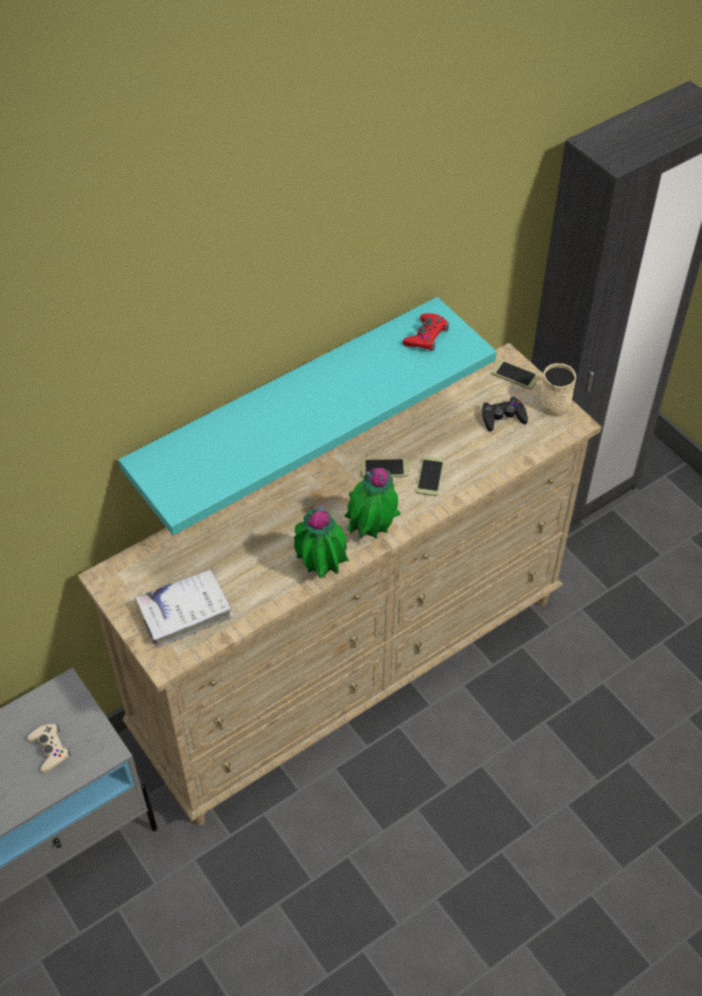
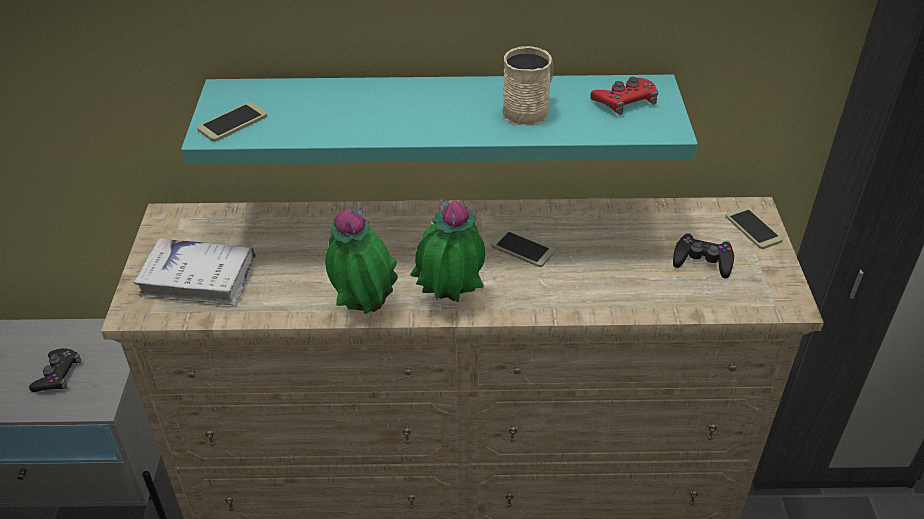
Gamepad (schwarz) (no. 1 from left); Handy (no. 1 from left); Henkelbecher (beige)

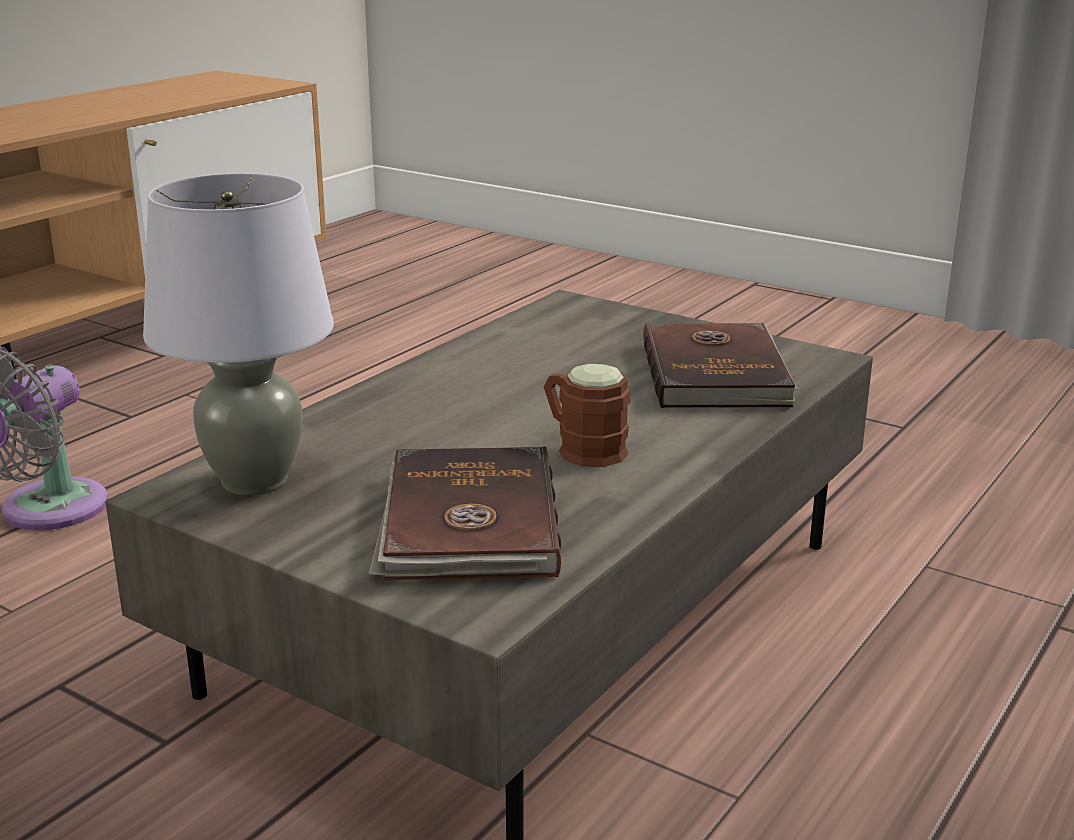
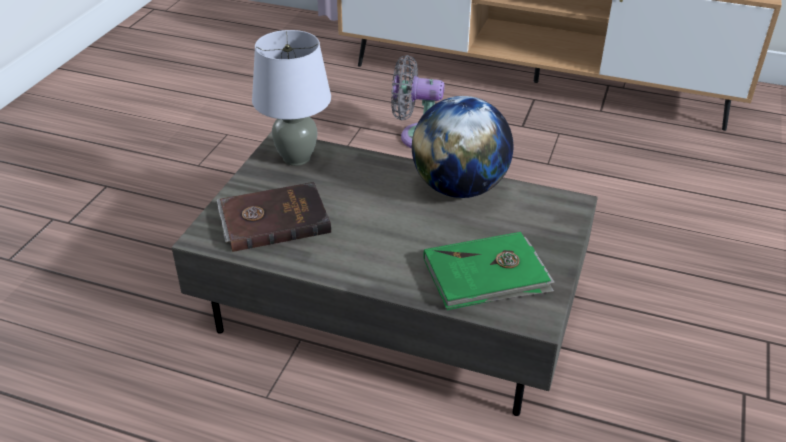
Globus; Buch (grün); Henkelbecher (braun)

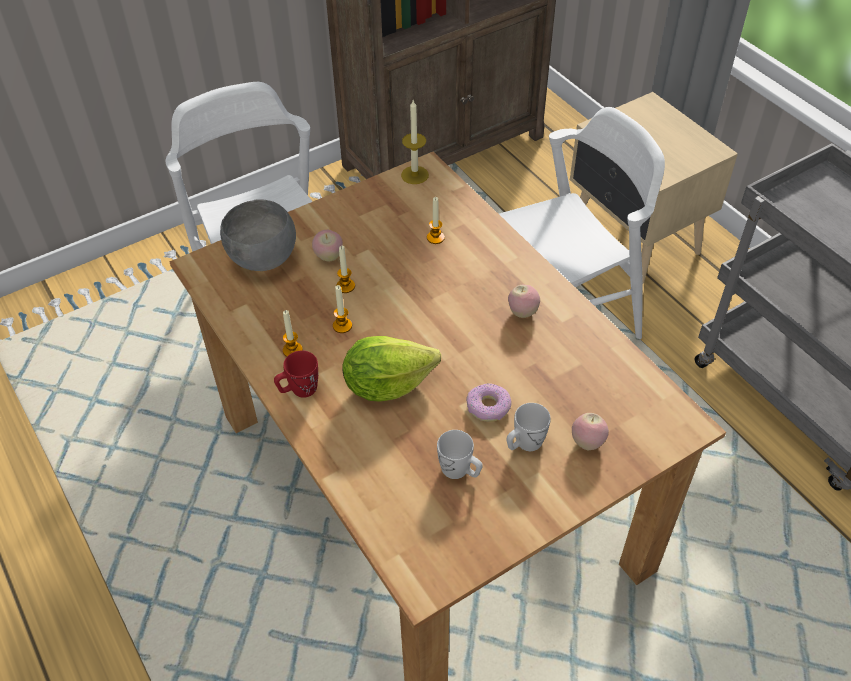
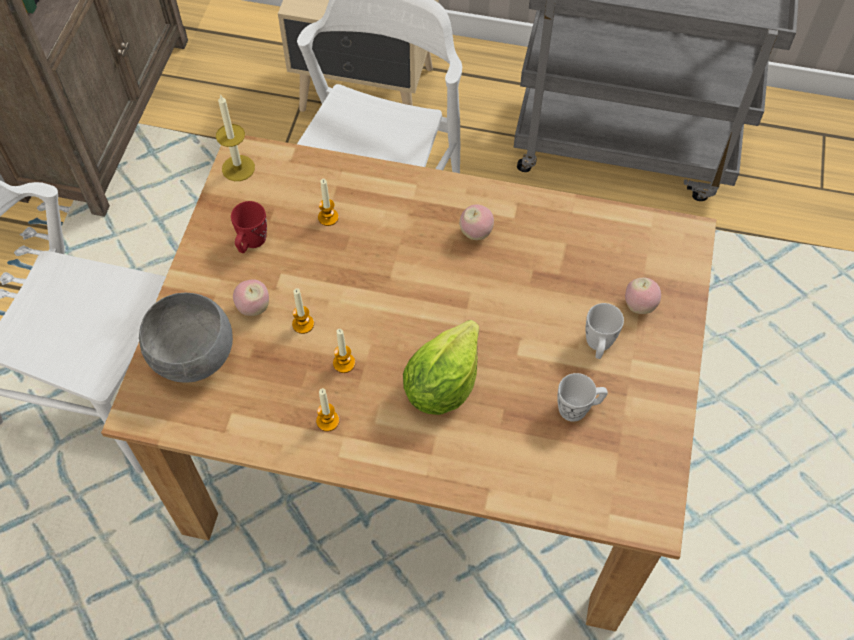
Henkelbecher (rot); Donut

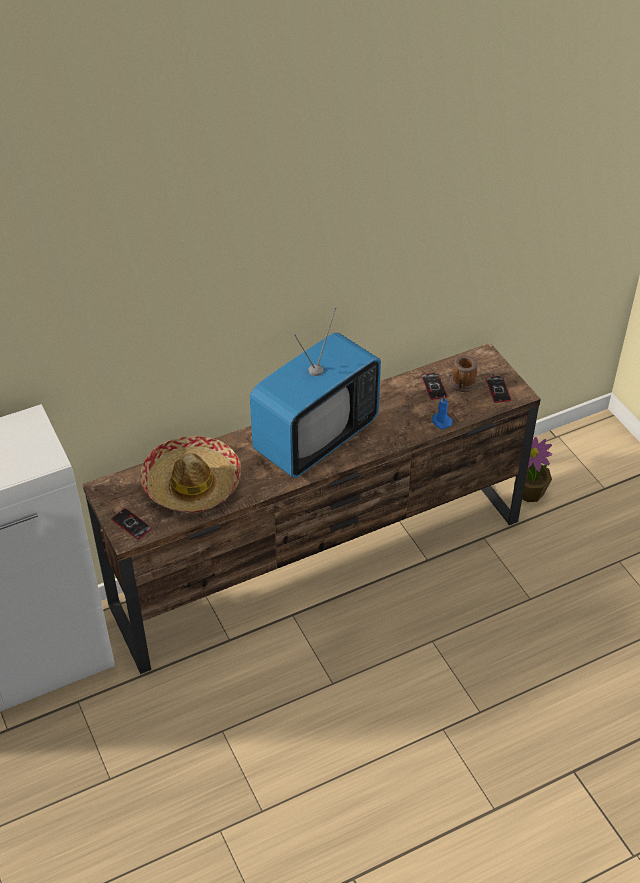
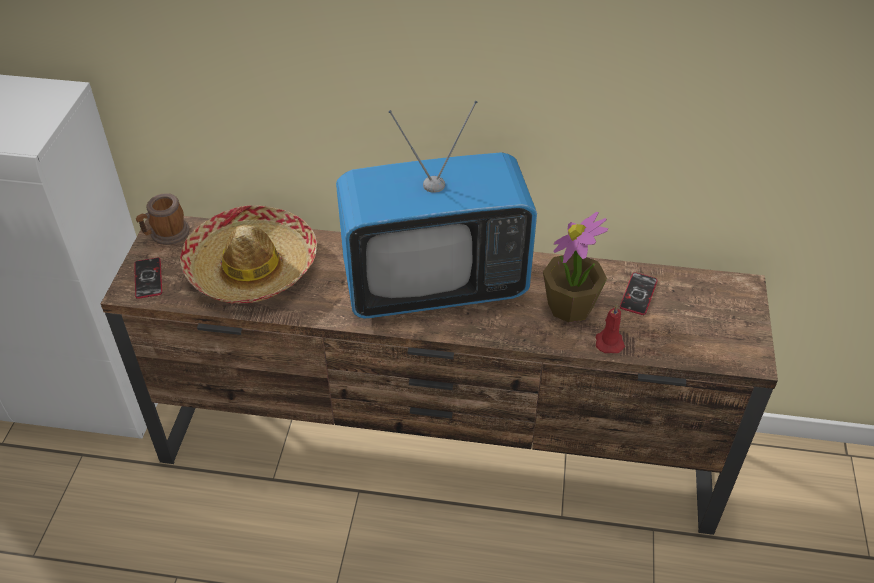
Henkelbecher; Topfpflanze; Kerze (rot); Handy (no. 3 from left in the first image)

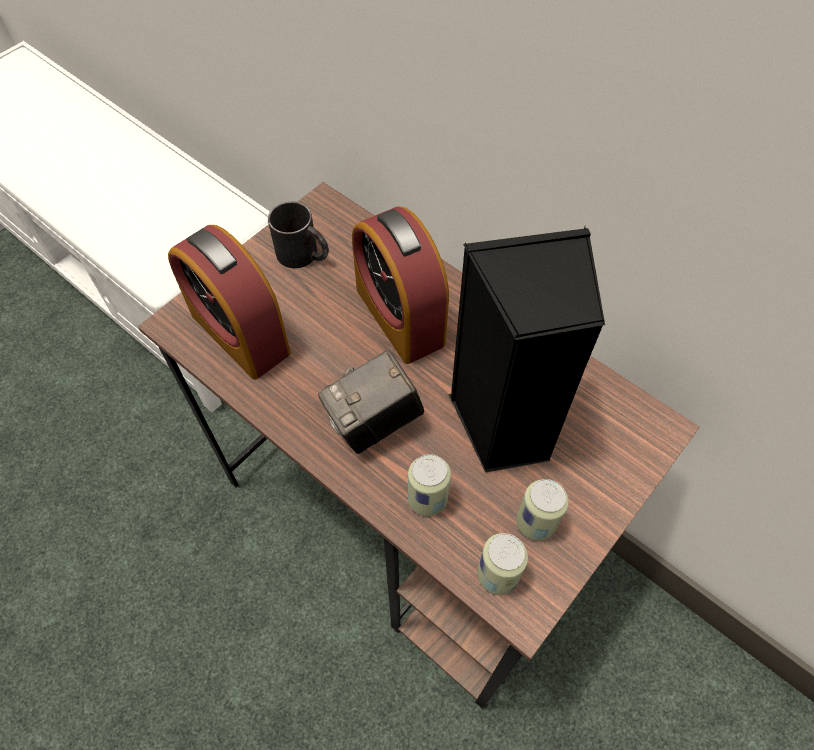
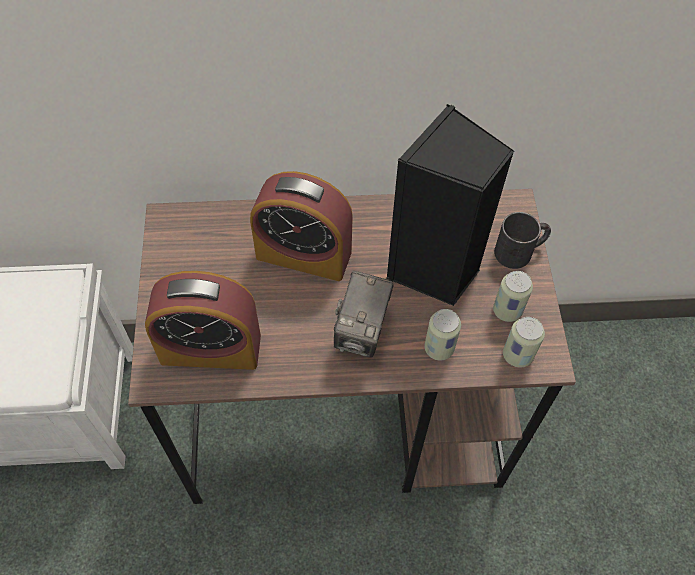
Henkelbecher (schwarz)

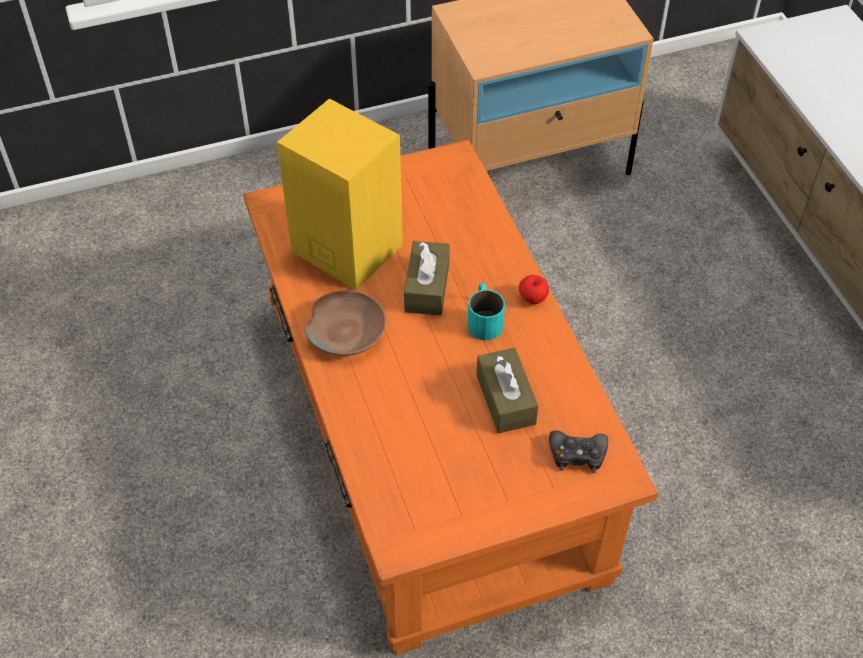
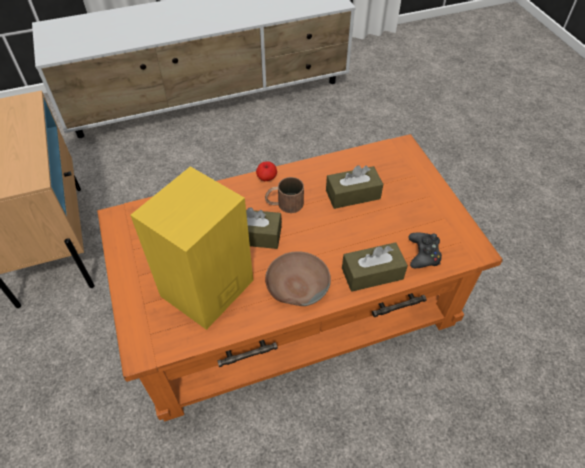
Henkelbecher (braun); Taschentuchbox (braun) (no. 3 from left); Gamepad (schwarz)

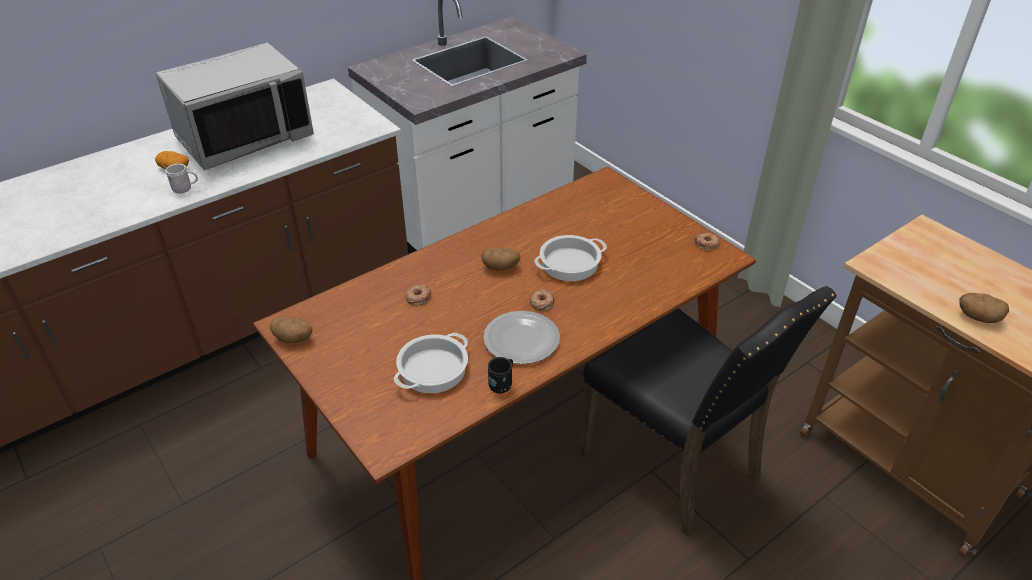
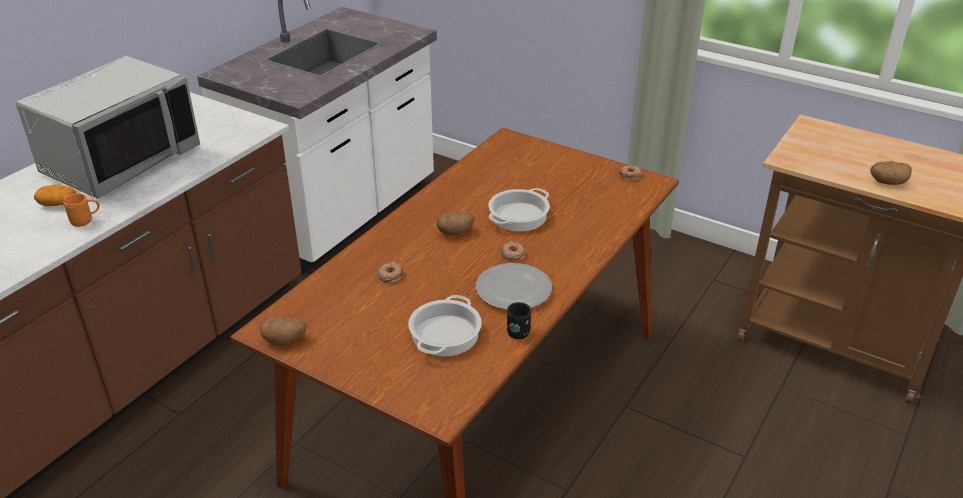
Henkelbecher (orange); Stuhl (schwarz)

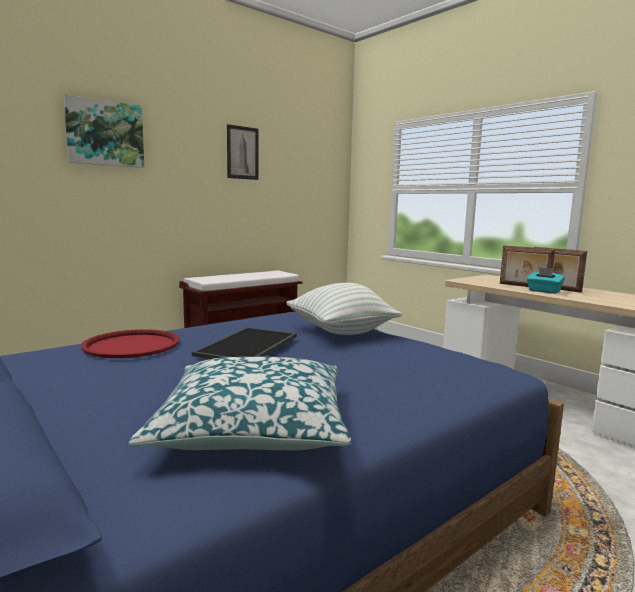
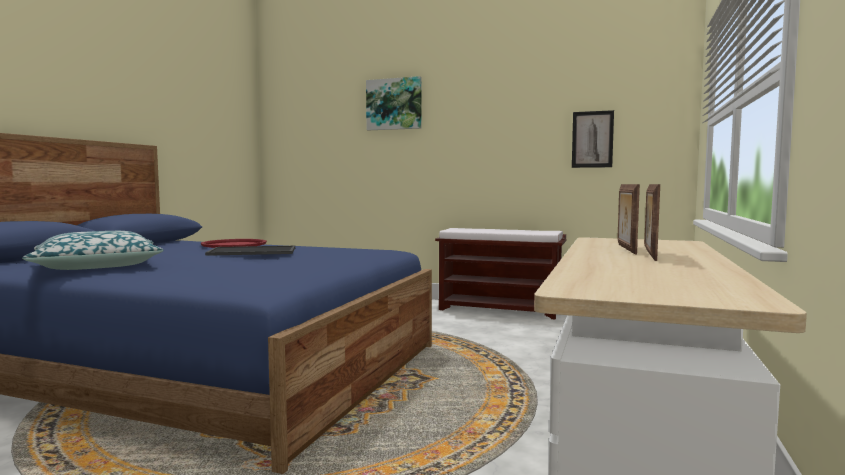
Bild (no. 2 from left); Kissen (no. 2 from left in the first image); Taschentuchbox (türkis)

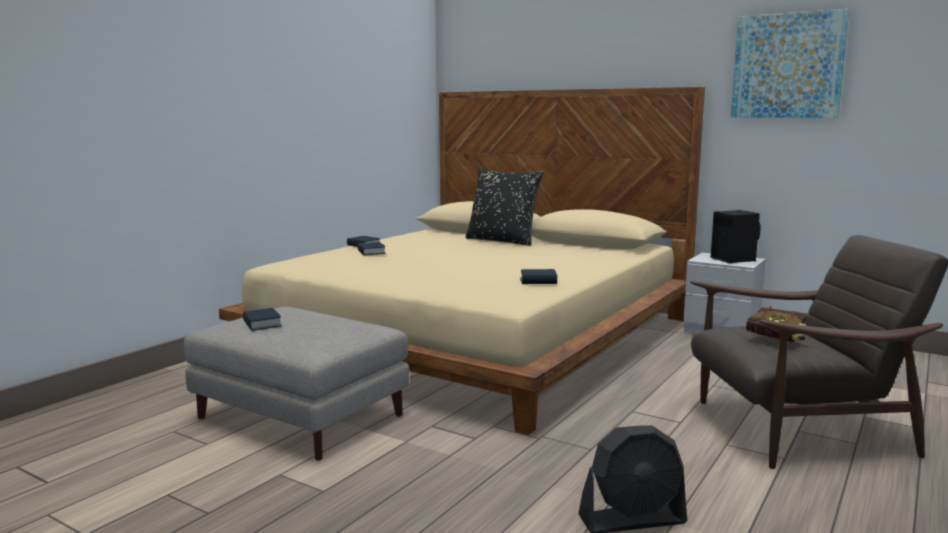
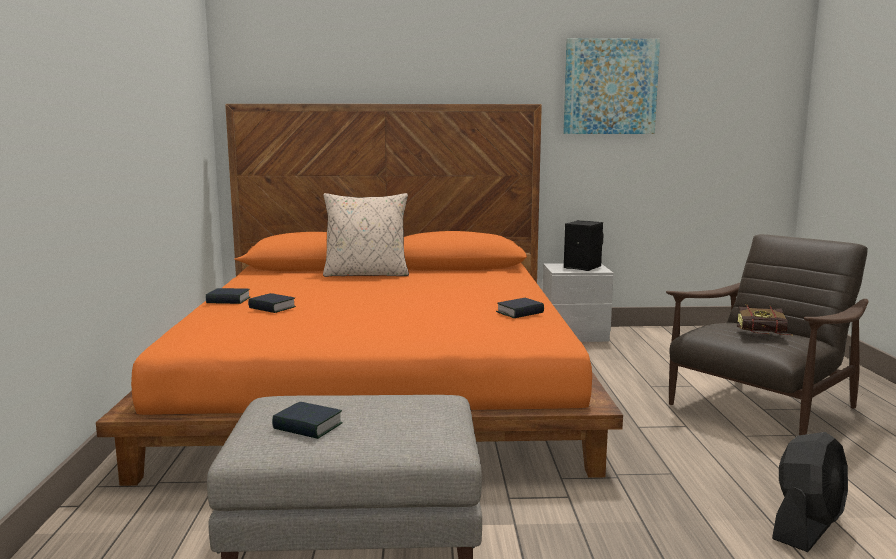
Bett (orange); Kissen (beige)

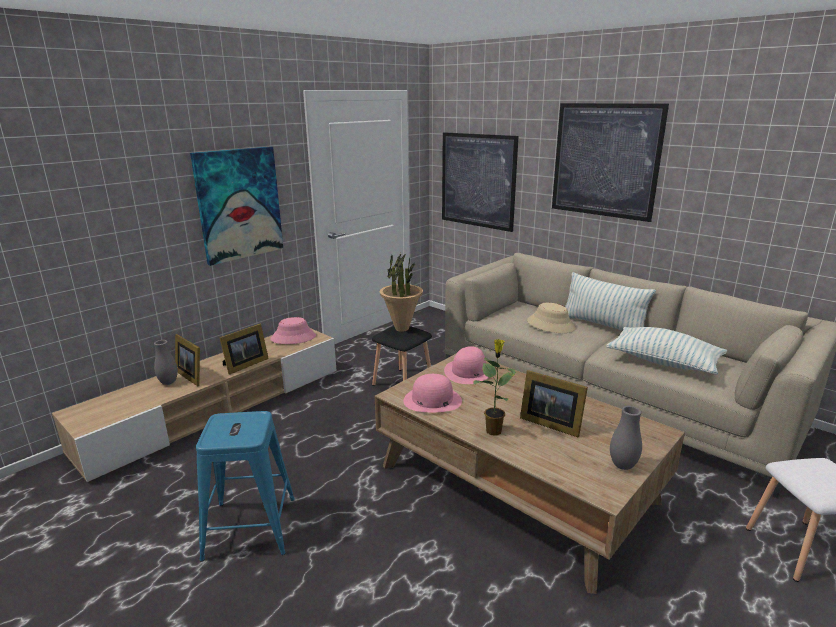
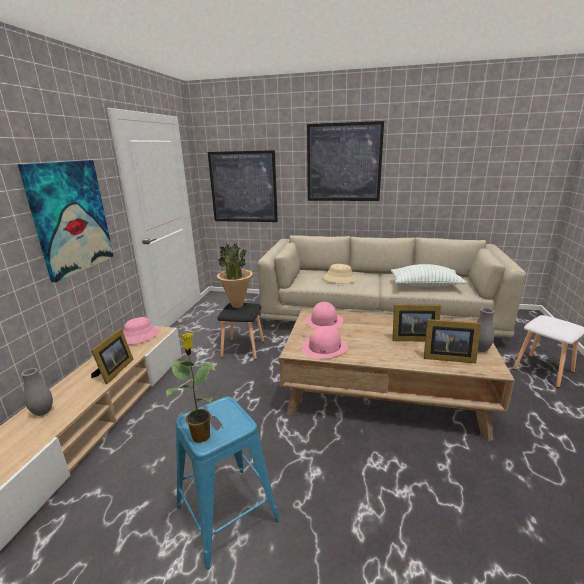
Topfpflanze (no. 1 from left); Bilderrahmen (no. 3 from left); Kissen (no. 1 from left in the first image)

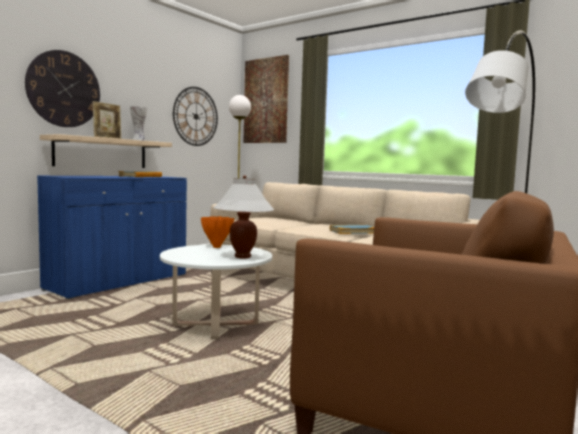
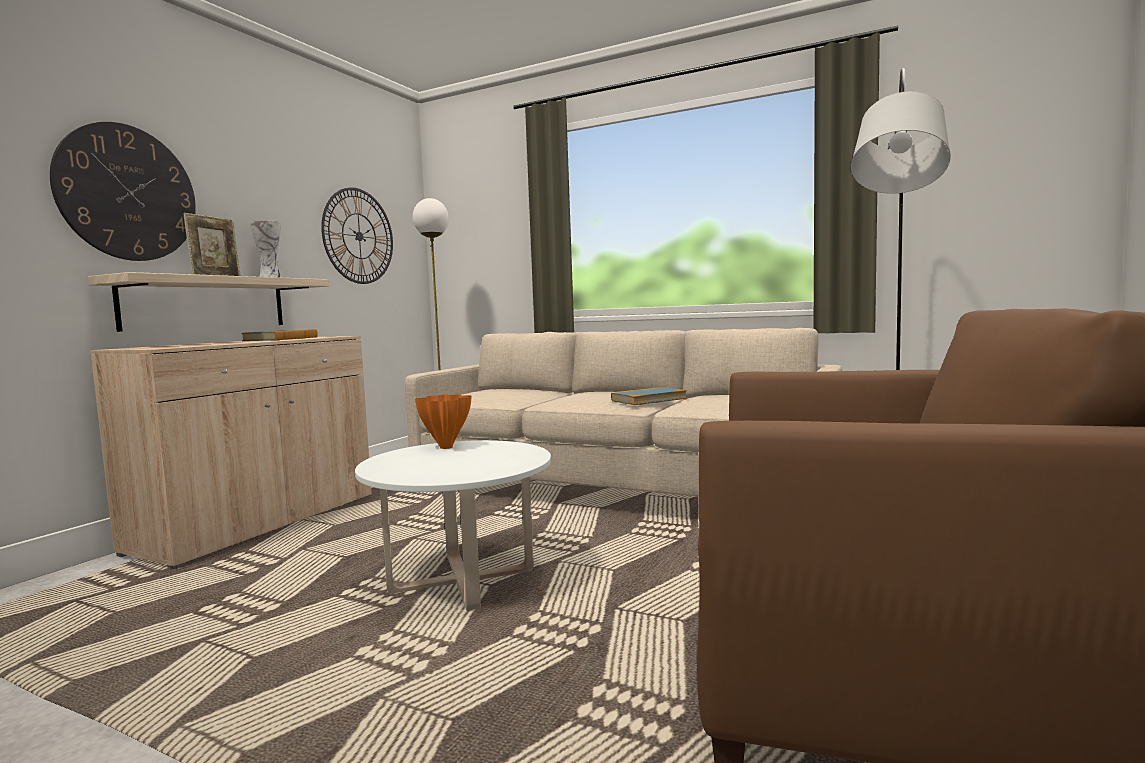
Schrank (beige); Tischlampe (weiß); Bild

